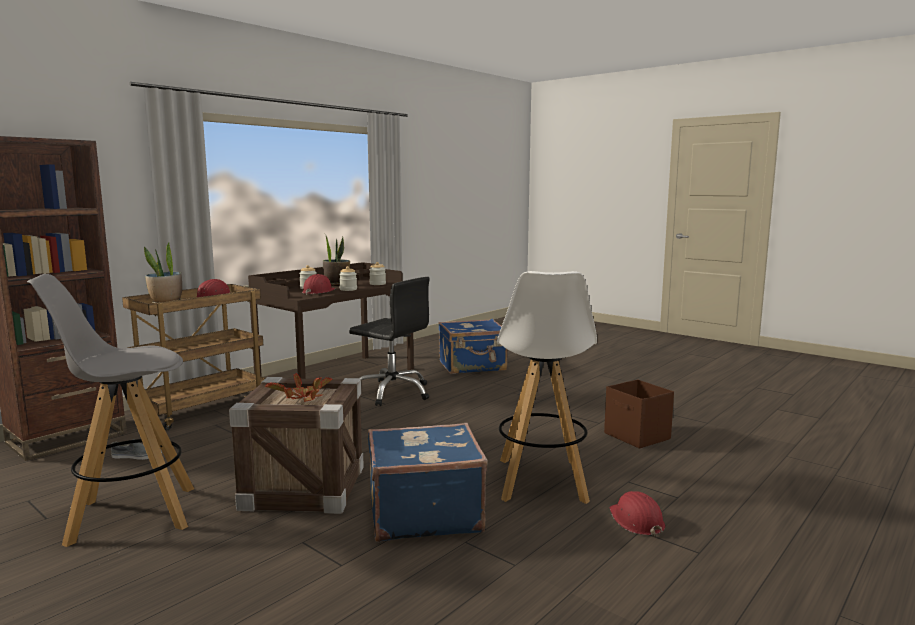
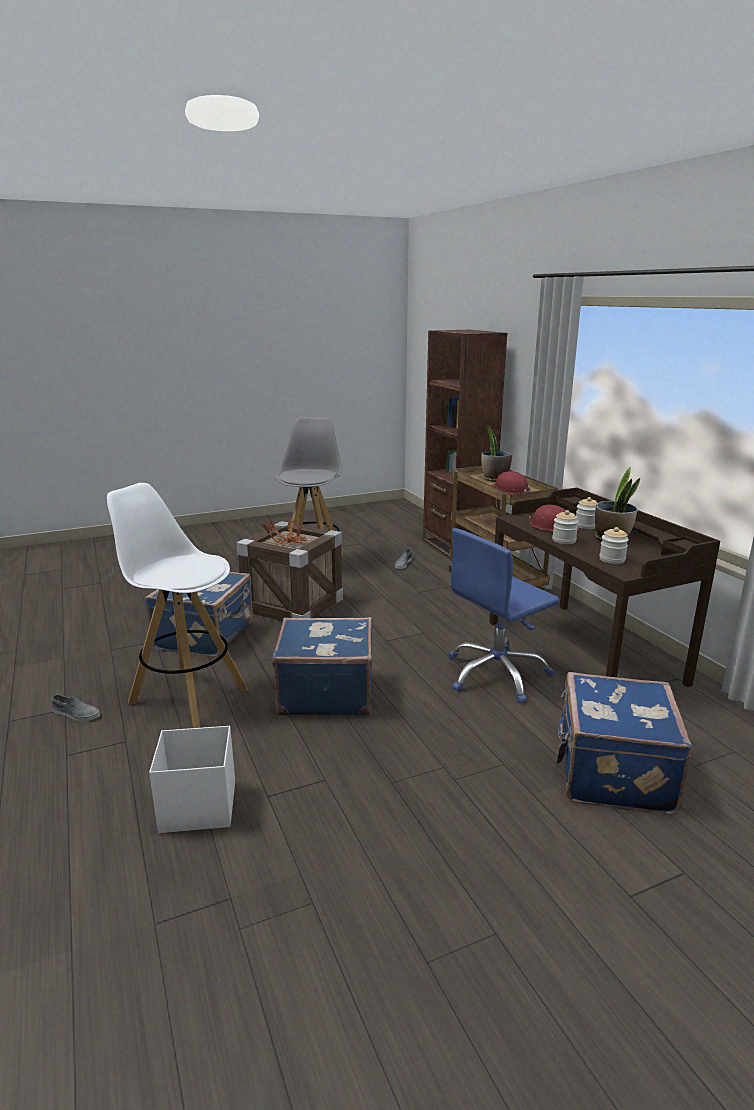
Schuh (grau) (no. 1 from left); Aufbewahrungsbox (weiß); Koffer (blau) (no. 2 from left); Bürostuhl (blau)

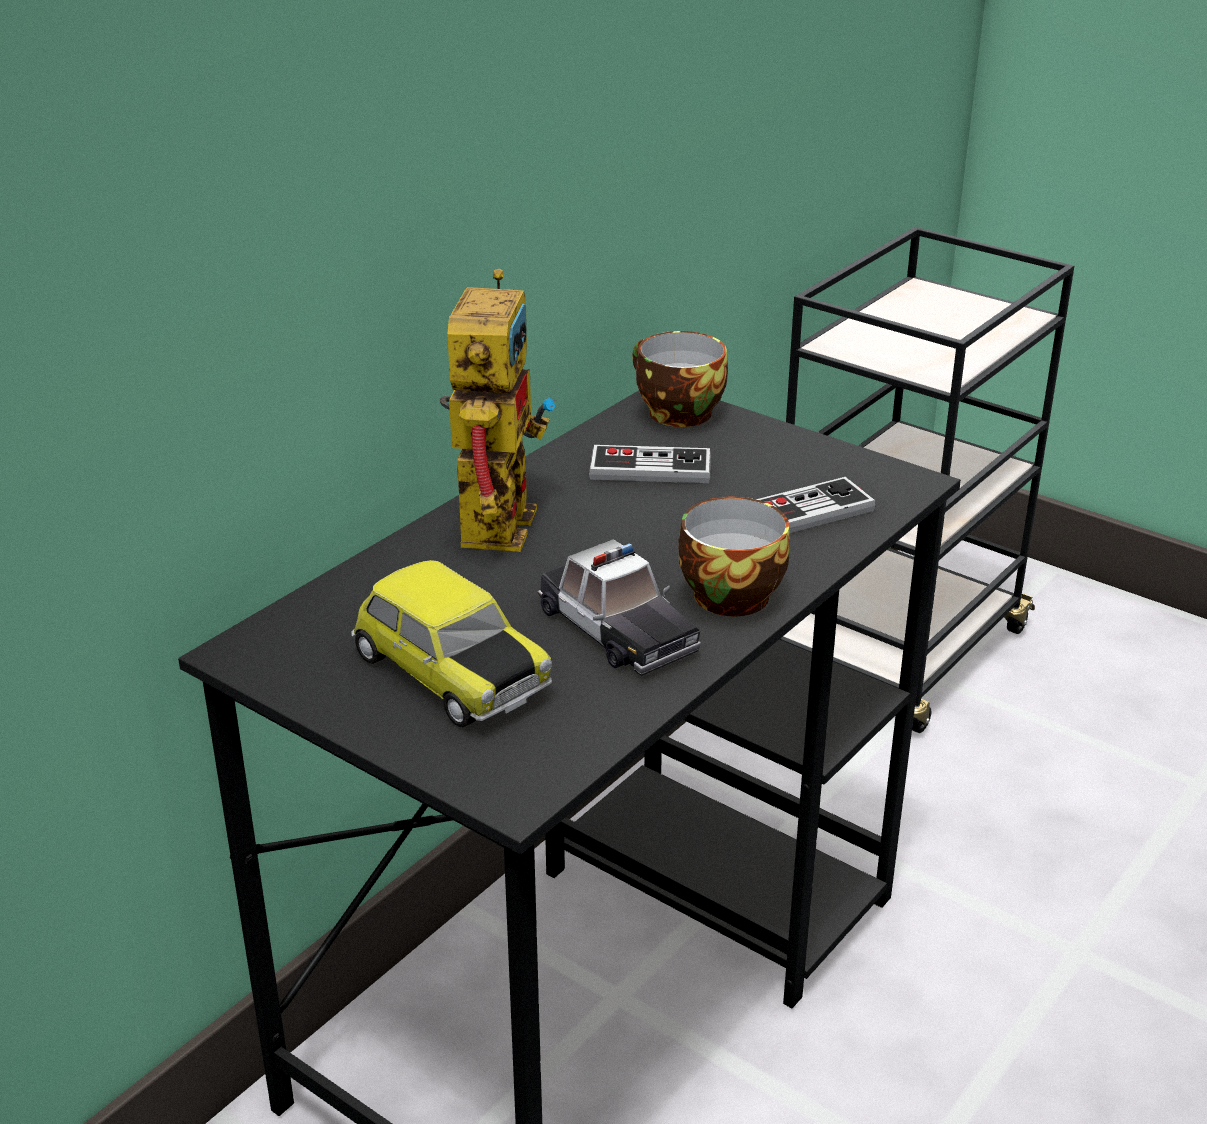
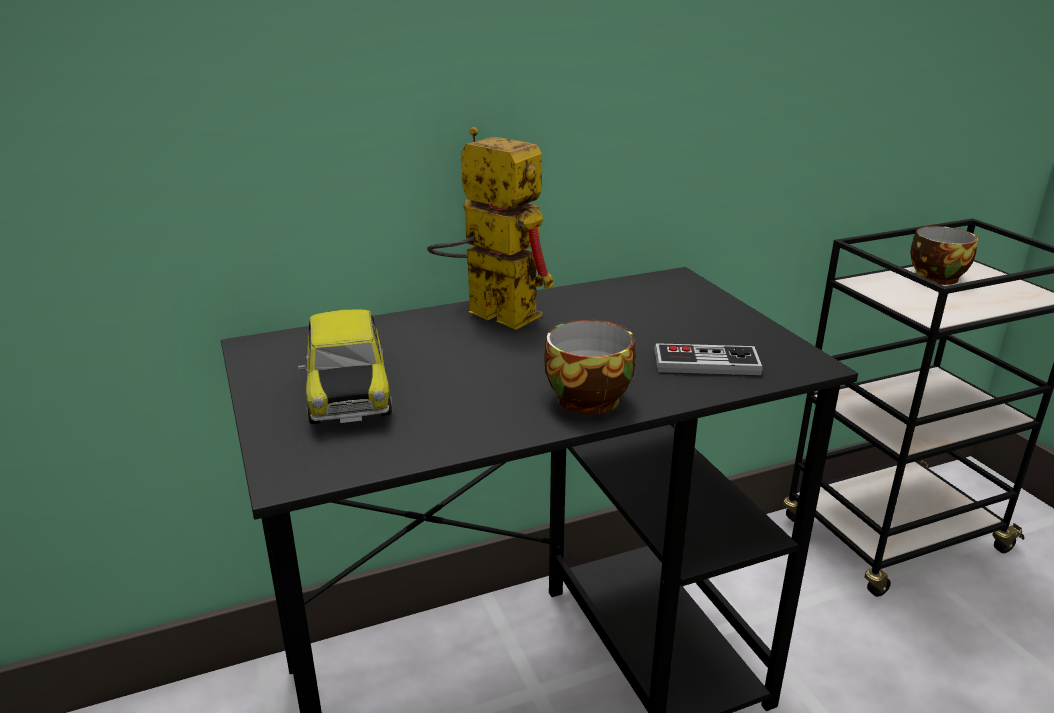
Spielzeugroboter; Tasse (no. 2 from left); Spielzeugauto (no. 2 from left in the first image); Gamepad (no. 1 from left in the first image)

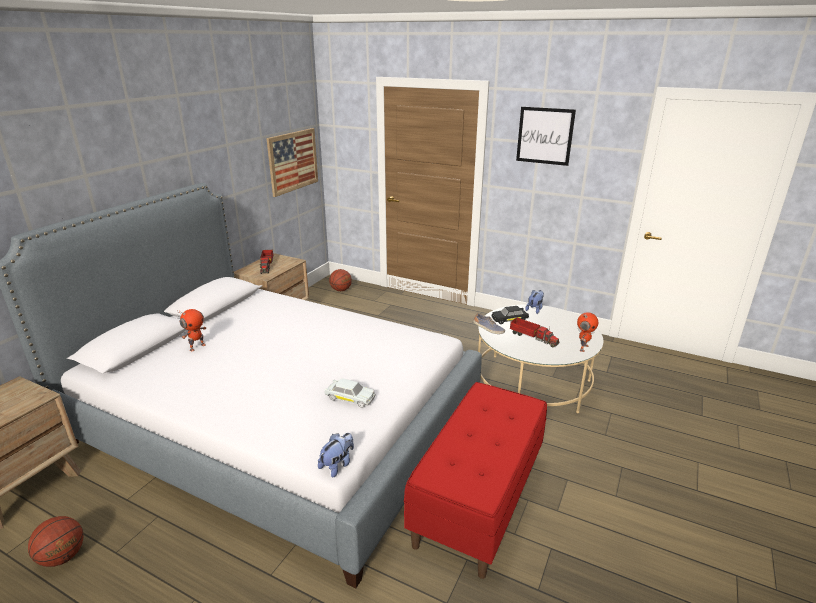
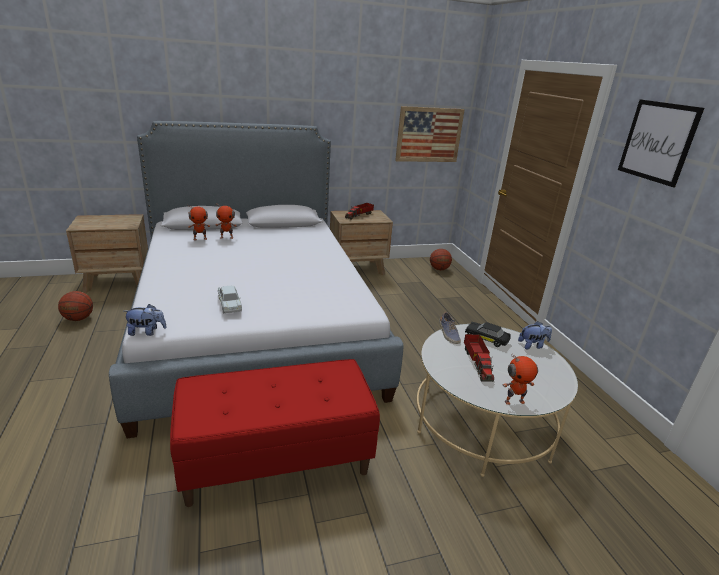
Spielzeugroboter (no. 1 from left)

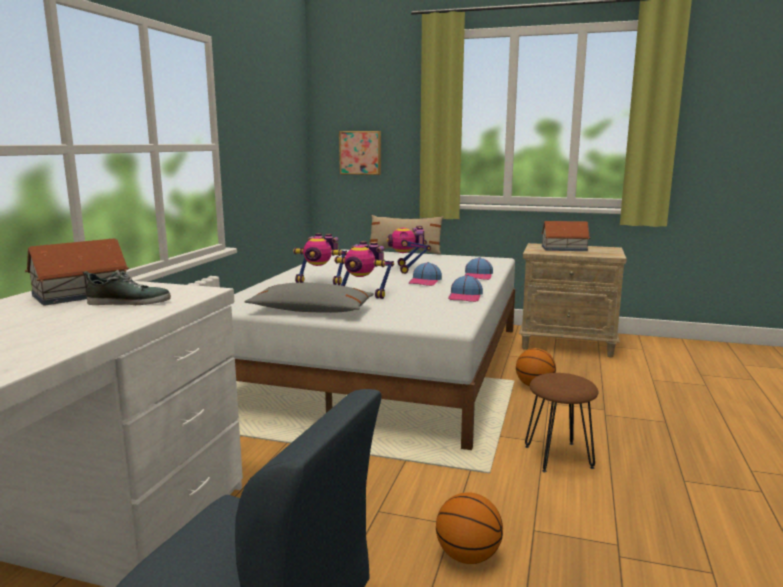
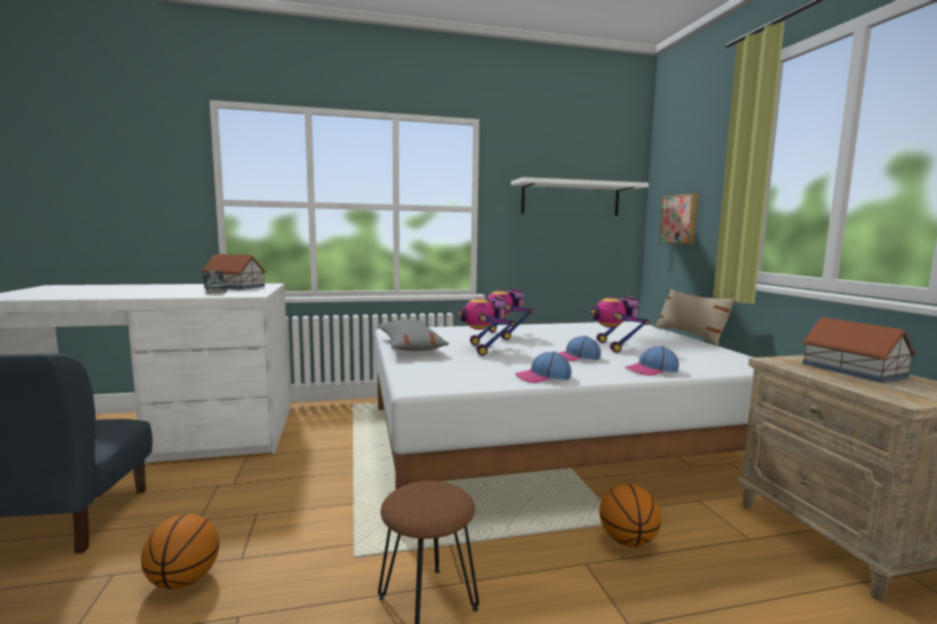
Wandregal (weiß); Spielzeugroboter (no. 3 from left)

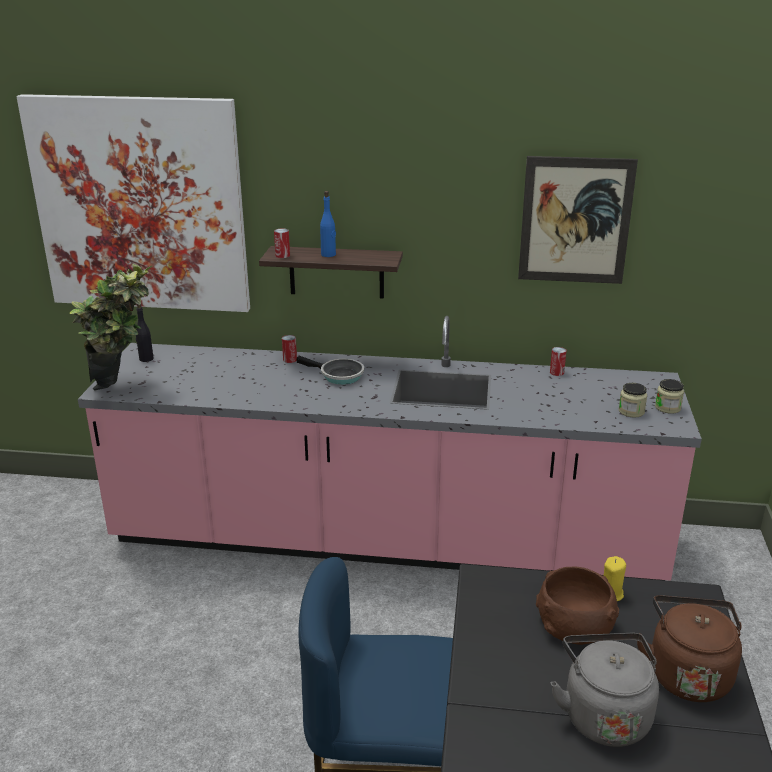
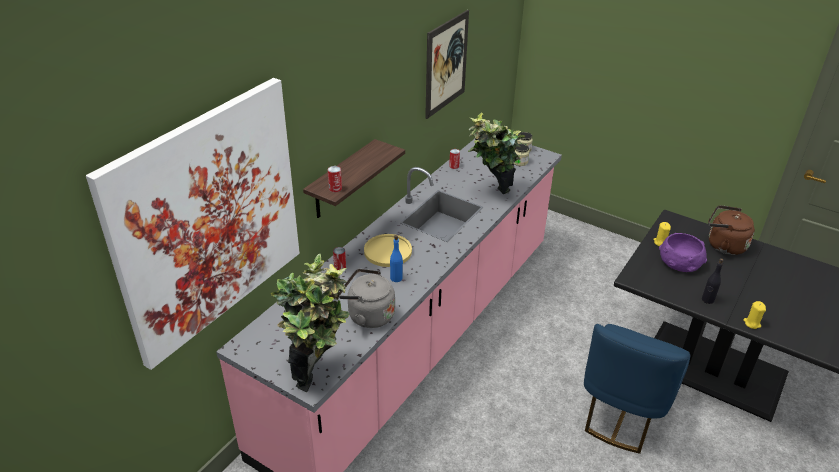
Wasserkessel (grau); Teller (gelb); Flasche (blau); Topfpflanze (no. 2 from left); Schüssel (lila); Flasche (schwarz); Kerze (gelb) (no. 2 from left)

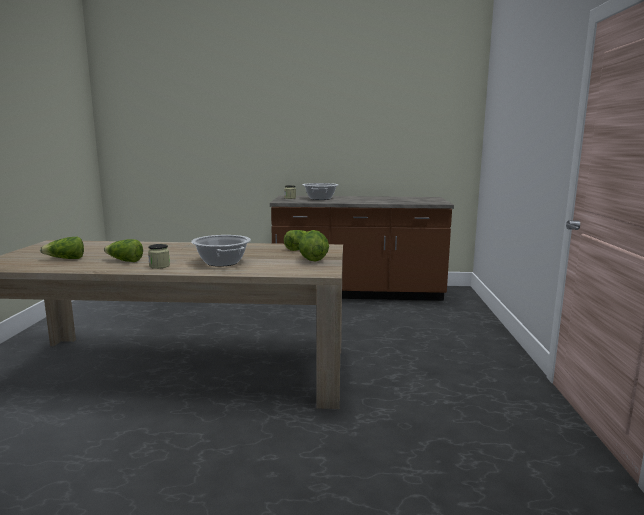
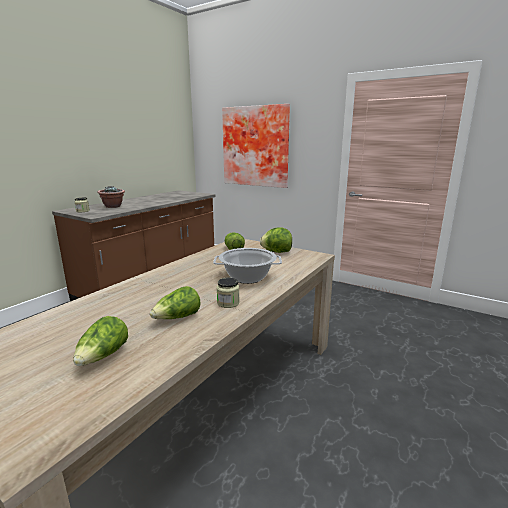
Topfpflanze; Bild

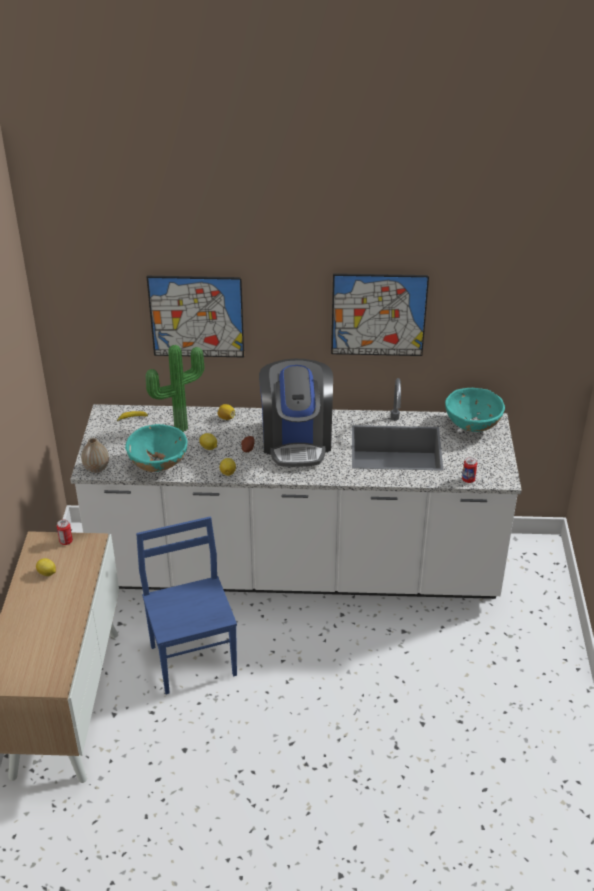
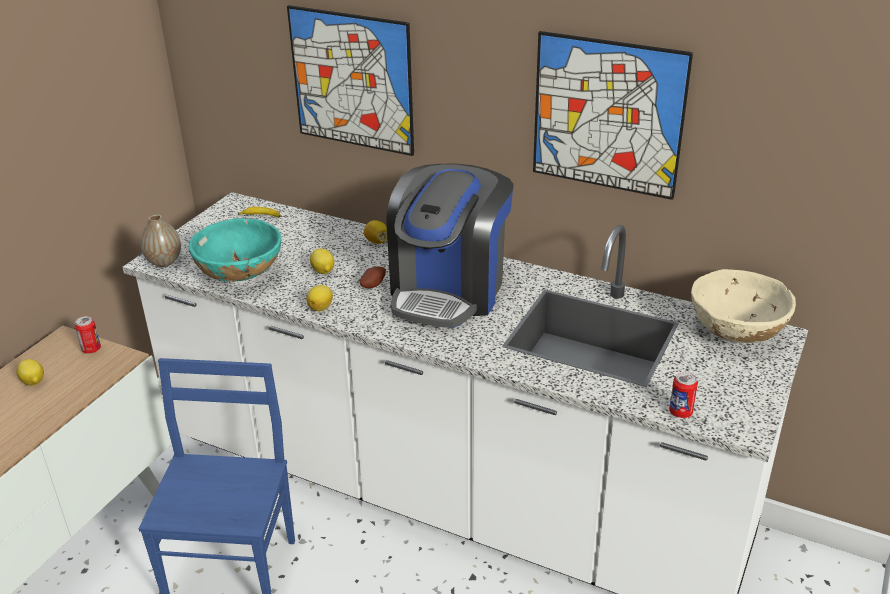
Schüssel (beige); Topfpflanze

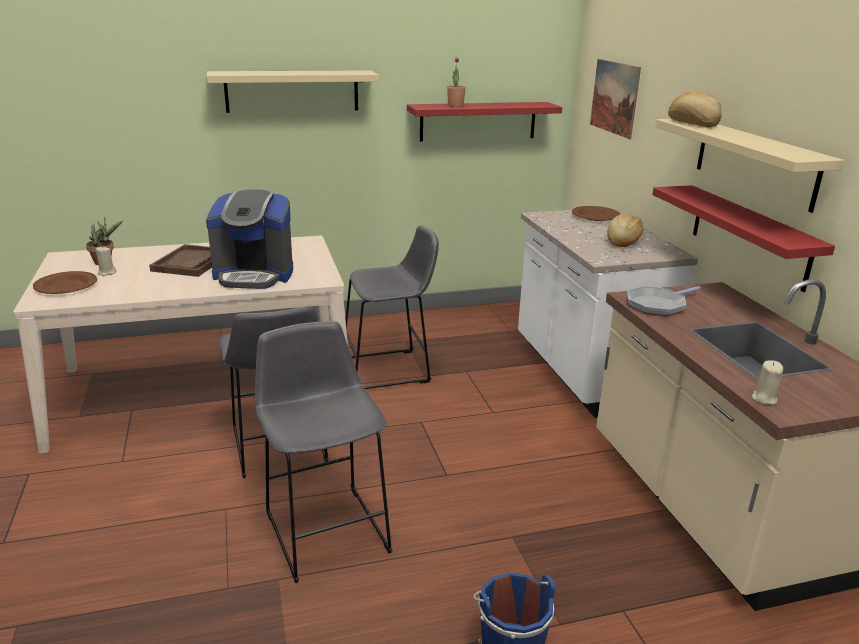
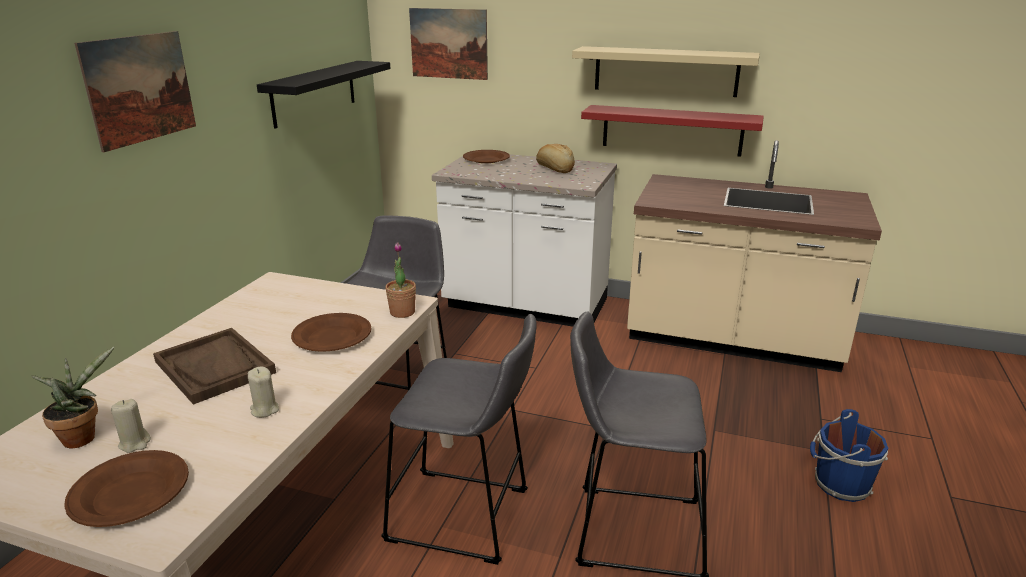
Bild (no. 1 from left); Kerze (beige) (no. 2 from left); Wandregal (schwarz); Teller (braun) (no. 2 from left); Topfpflanze (no. 2 from left); Pfanne; Brot (no. 2 from left in the first image)

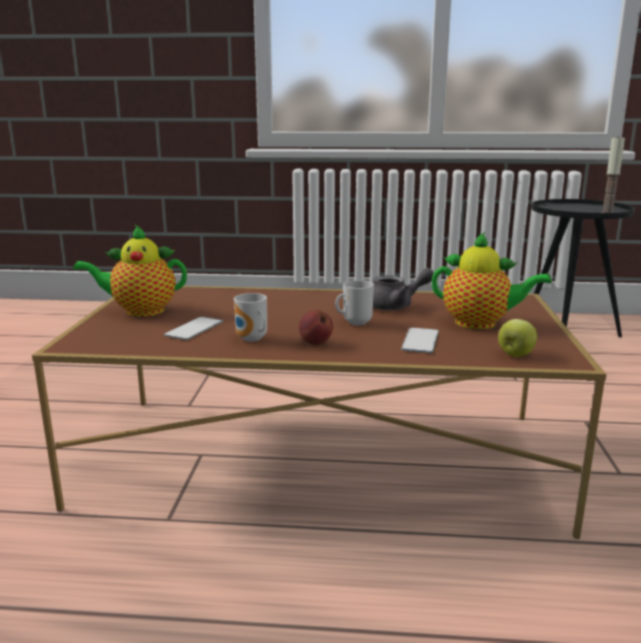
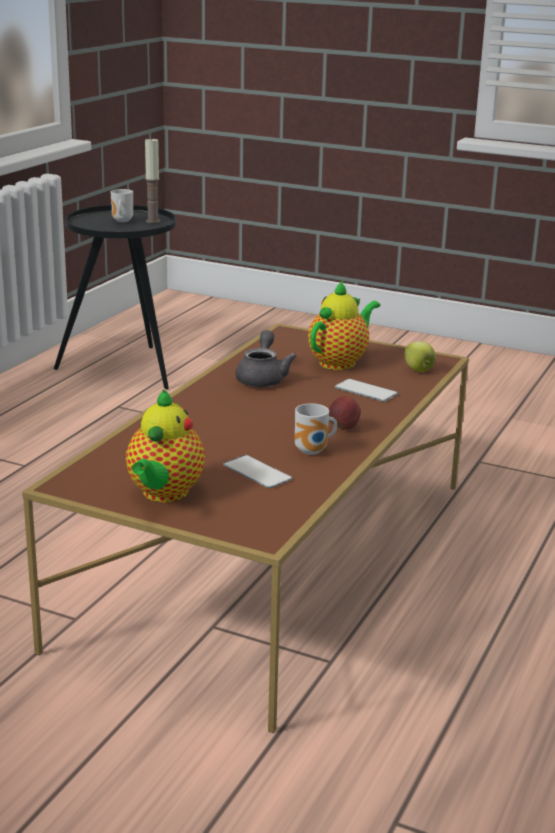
Henkelbecher (no. 1 from left)

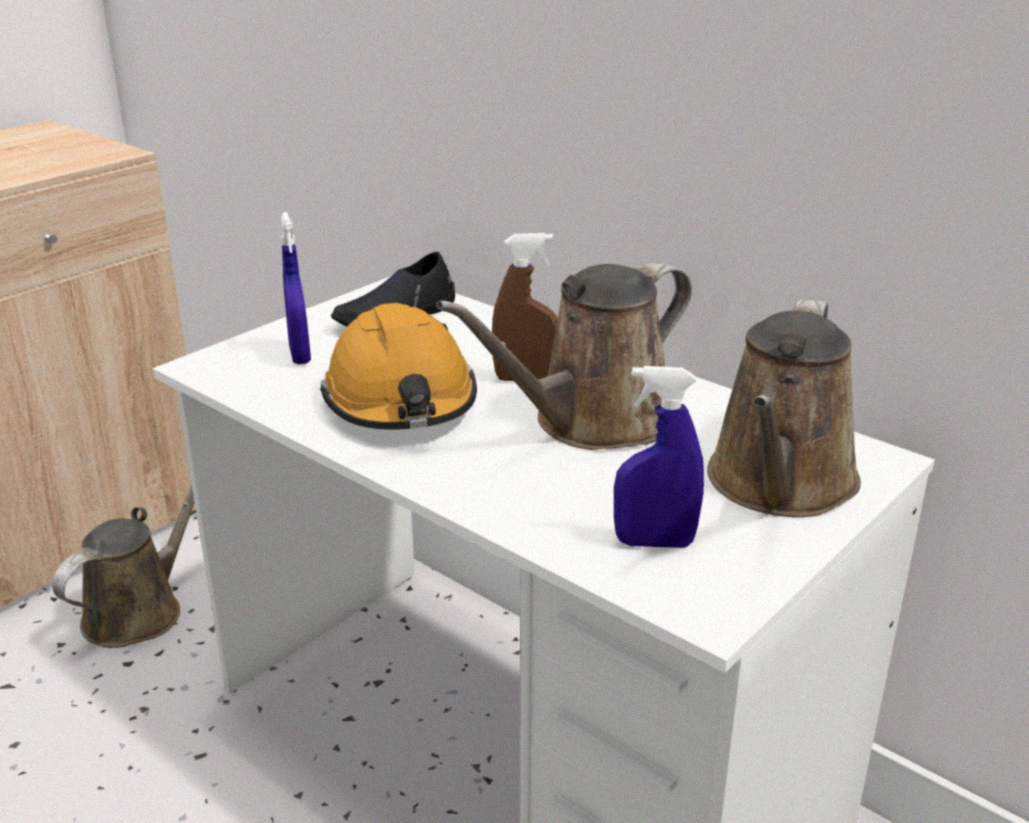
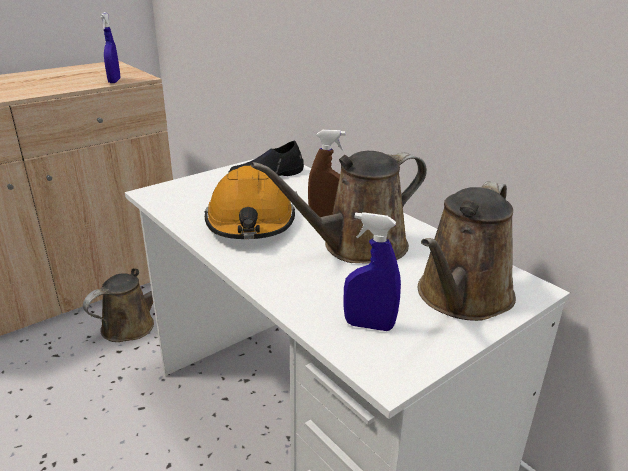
Sprühflasche (blau) (no. 1 from left)

